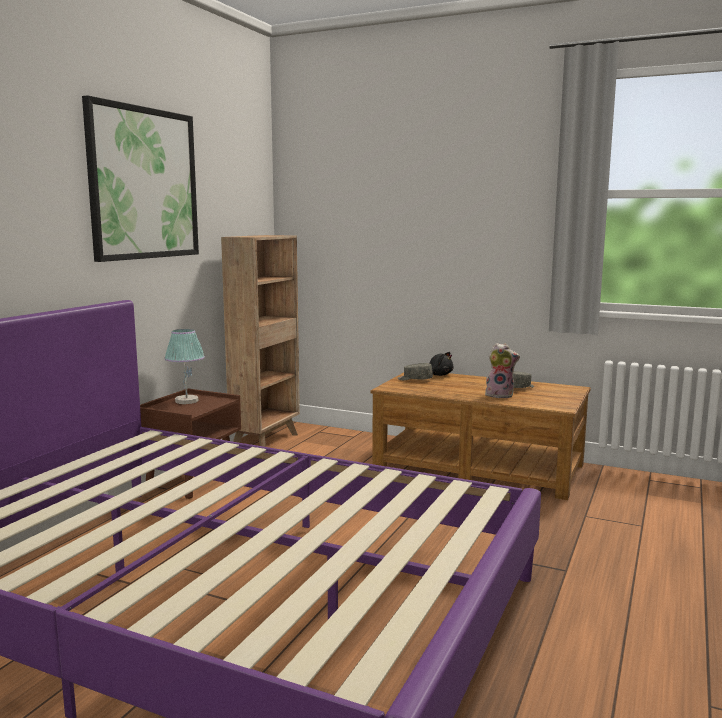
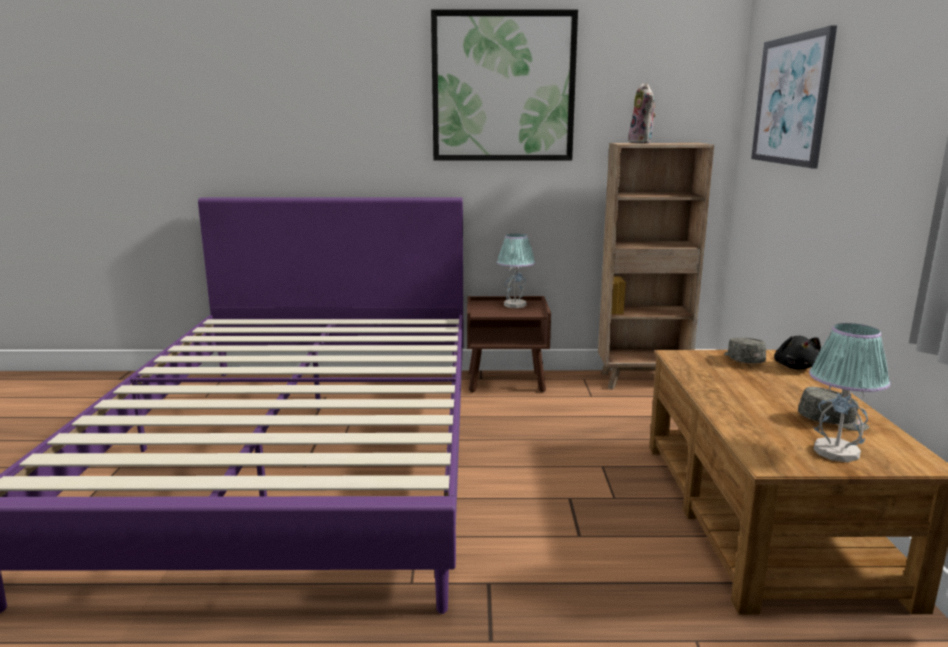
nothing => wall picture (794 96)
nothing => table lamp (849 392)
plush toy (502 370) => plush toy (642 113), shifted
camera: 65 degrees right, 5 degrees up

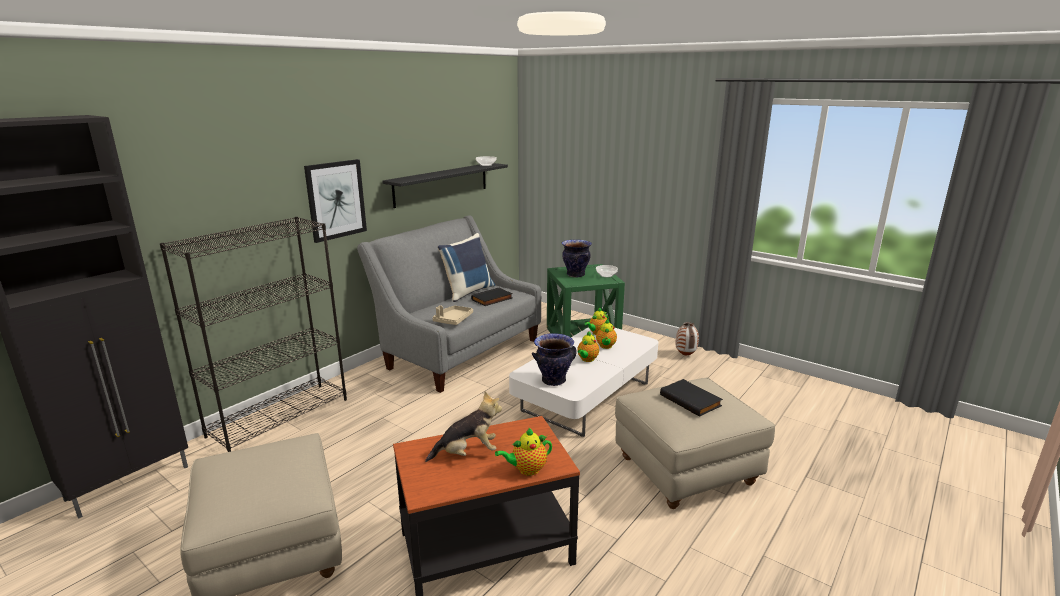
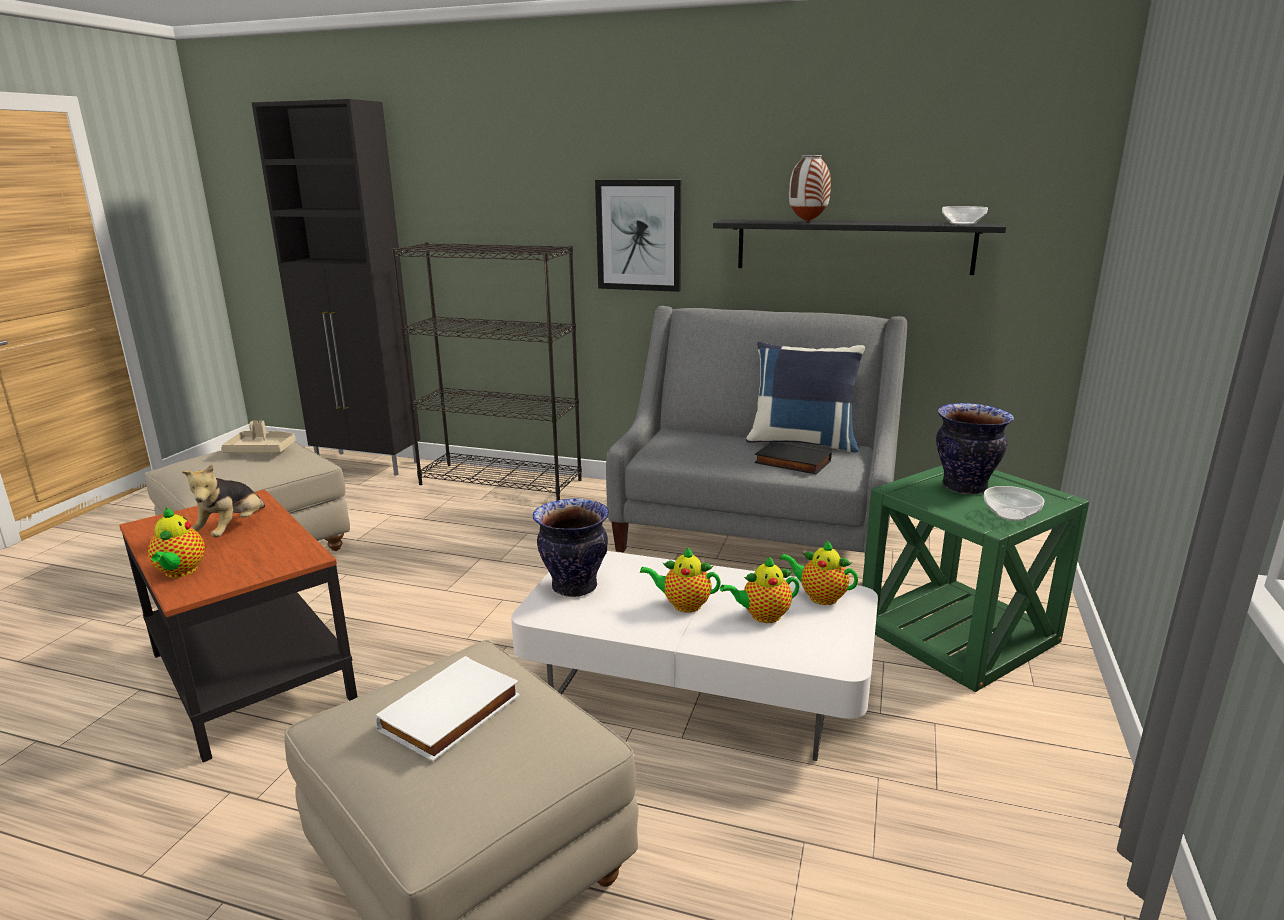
beige-coloured tray (452 315) => beige-coloured tray (258 437), shifted
decorative vase (687 339) => decorative vase (810 188), shifted
black bound book (691 398) => whitish bound book (448 708)
plush toy (463 426) => plush toy (223 501), 45 degrees clockwise
tea pot (523 452) => tea pot (176 542), 150 degrees counterclockwise
camera: 70 degrees right, 0 degrees up

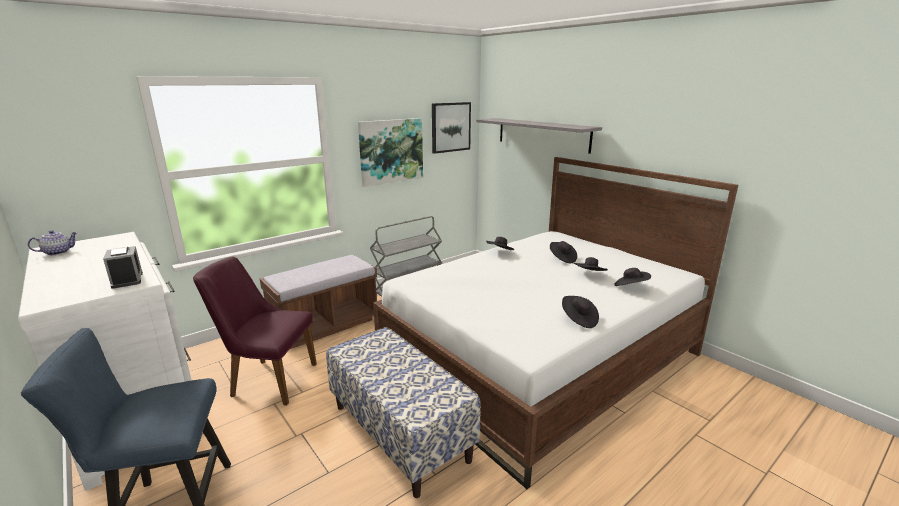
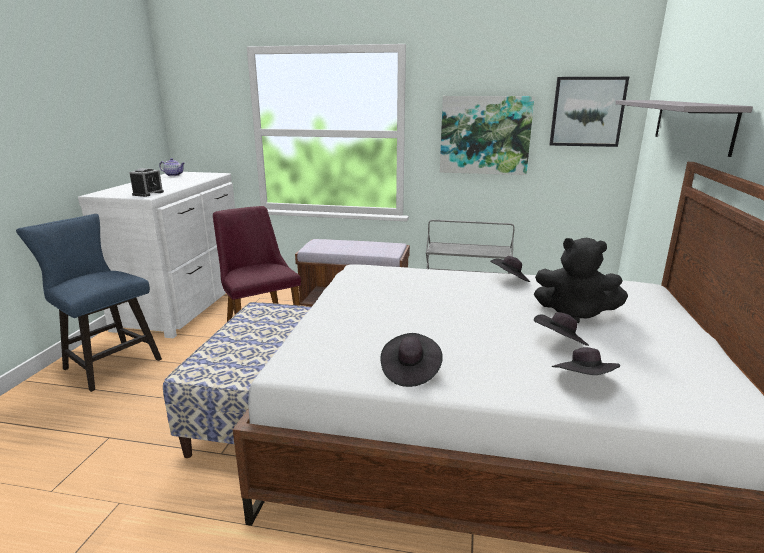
black hat (563 252) => black plush toy (581 280)
camera: 50 degrees right, 0 degrees up

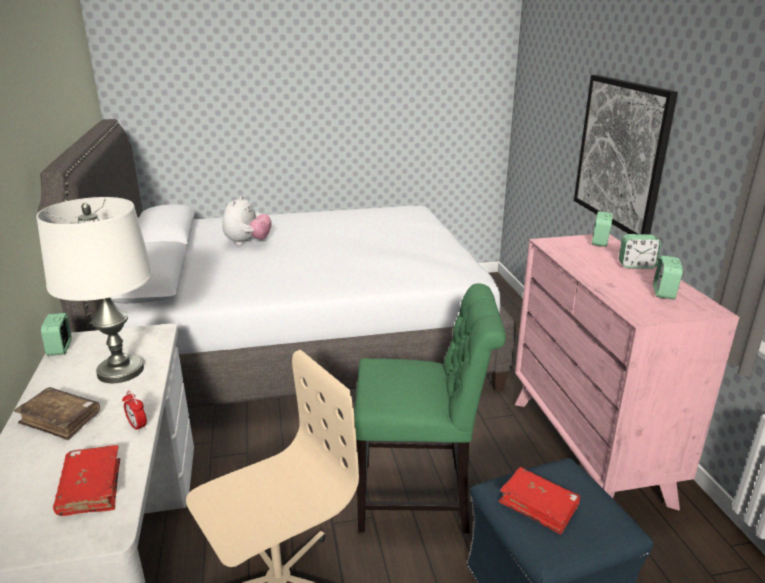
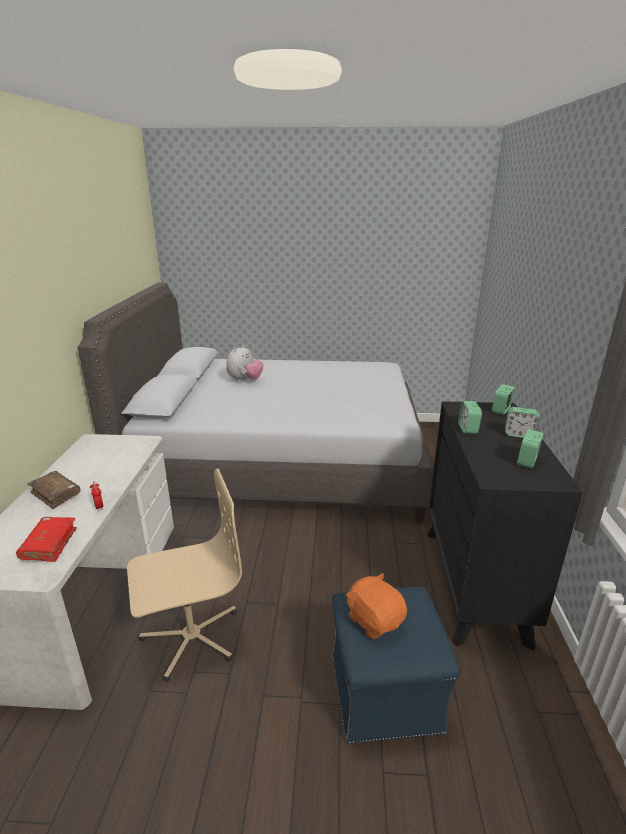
whitish table lamp (94 290) => nothing
greenish chair (430 408) => nothing
wall picture (626 154) => nothing
table clock (56 334) => table clock (470 417), shifted
red bound book (539 501) => orange-coloured plush toy (376 606)
pink-coloured dresser (627 372) => black dresser (505 526)
camera: 15 degrees right, 0 degrees up

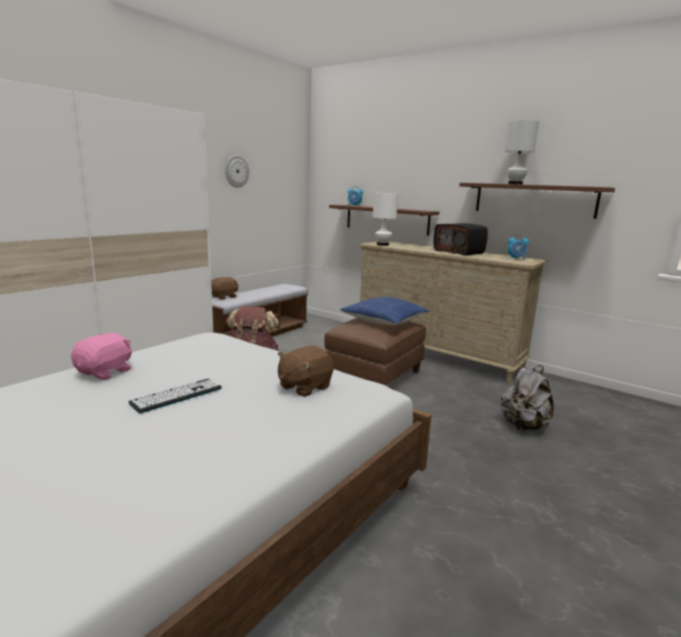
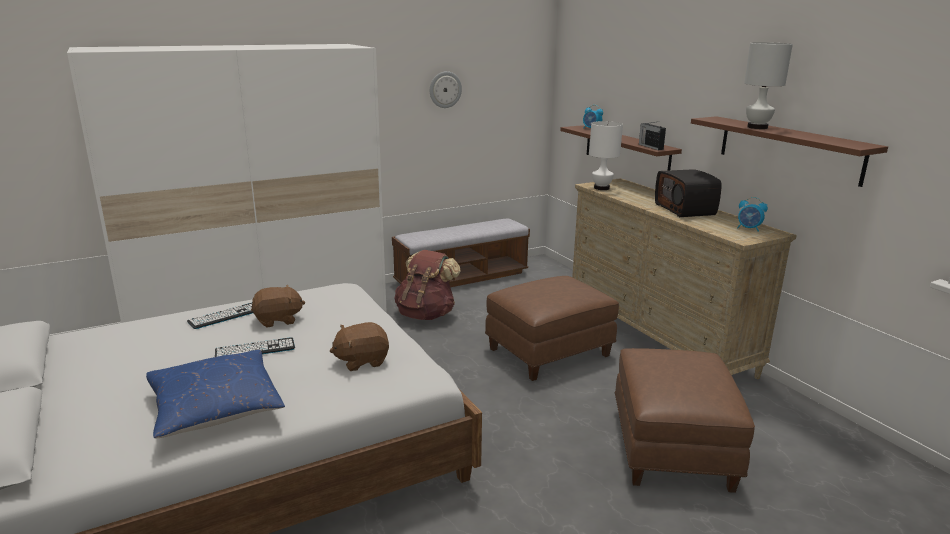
nothing => radio set (652 135)
brown-coloured plush toy (225 288) => brown-coloured plush toy (278 306), shifted
blue-coloured pillow (384 311) => blue-coloured pillow (215 394), shifted
pink-coloured plush toy (101 356) => keyboard (220 316)
gray rucksack (527 398) => brown-coloured ottoman (684 420)
camera: 25 degrees right, 5 degrees up

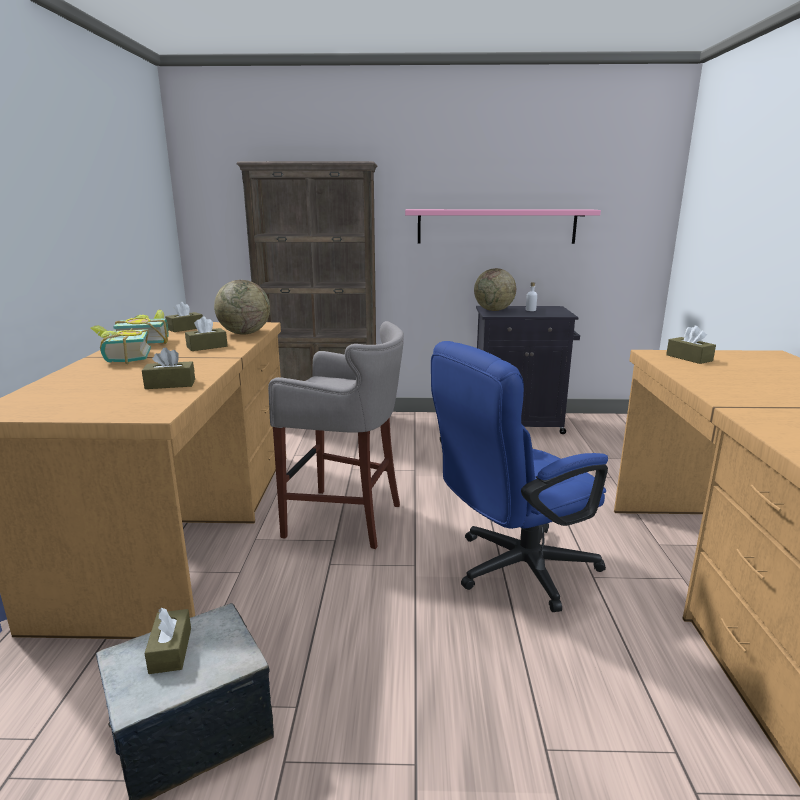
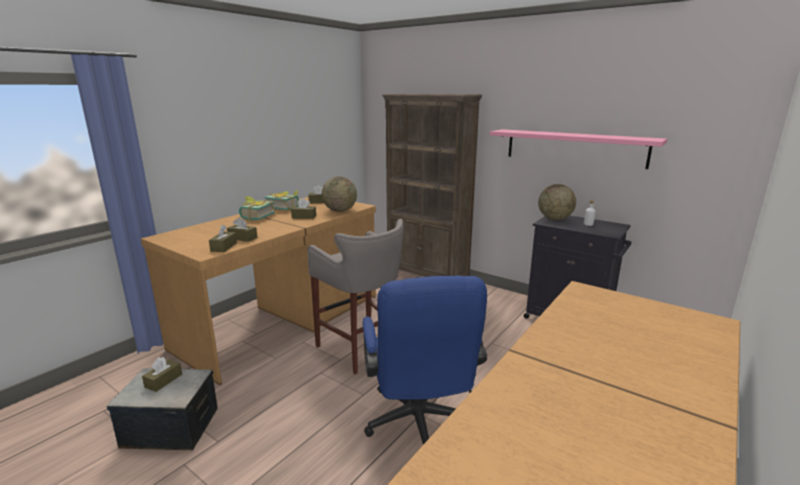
brown-coloured tissue holder (691 345) => brown-coloured tissue holder (223 238), shifted
blue-coloured desk chair (519 476) => blue-coloured desk chair (425 360), 105 degrees counterclockwise
camera: 35 degrees right, 0 degrees up

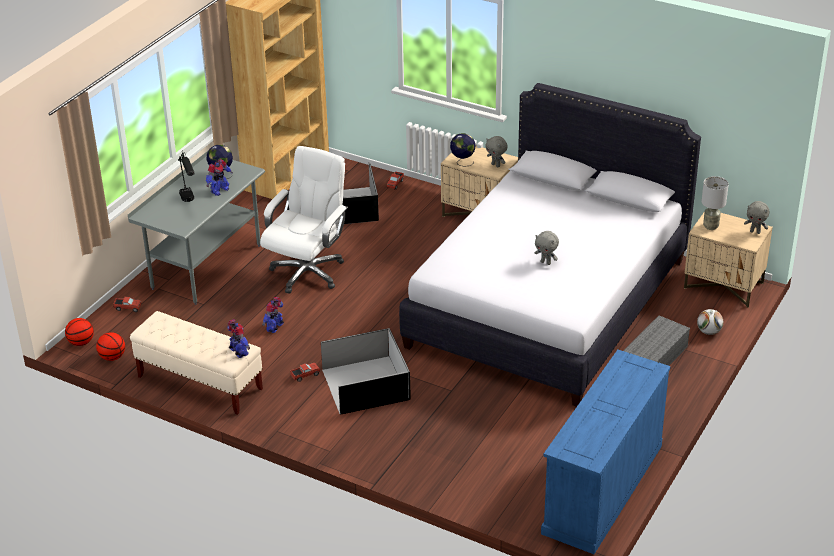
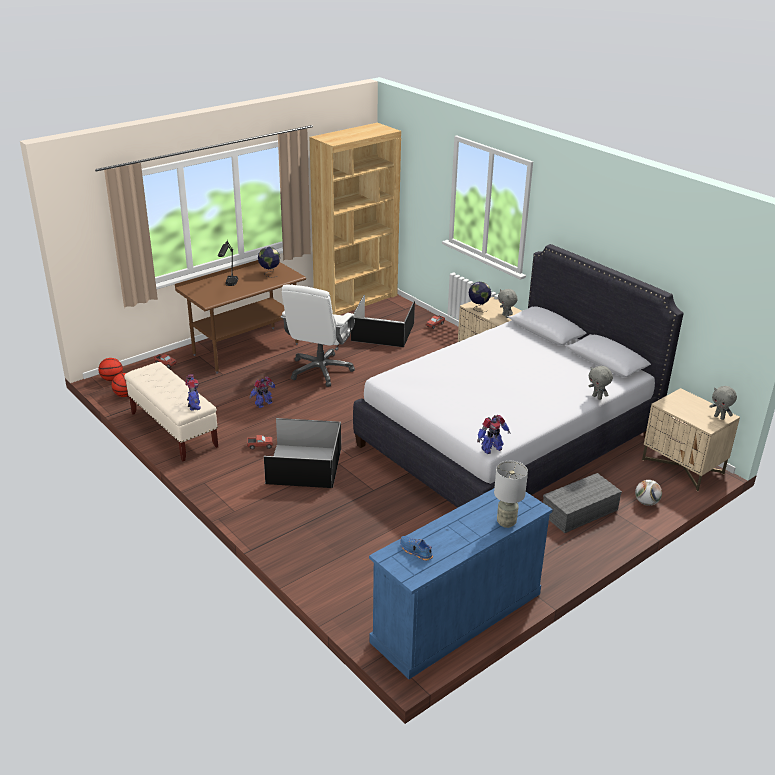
nothing => blue-coloured shoe (416 548)
model robot (219 177) => model robot (493 434), shifted
gray plush toy (547 248) => gray plush toy (601 383), shifted
gray table lamp (715 203) => gray table lamp (511 494), shifted
gray desk (196 227) => brown-coloured desk (240 317)
whitish desk chair (304 219) => whitish desk chair (318 335), 150 degrees clockwise
camera: 20 degrees right, 5 degrees down

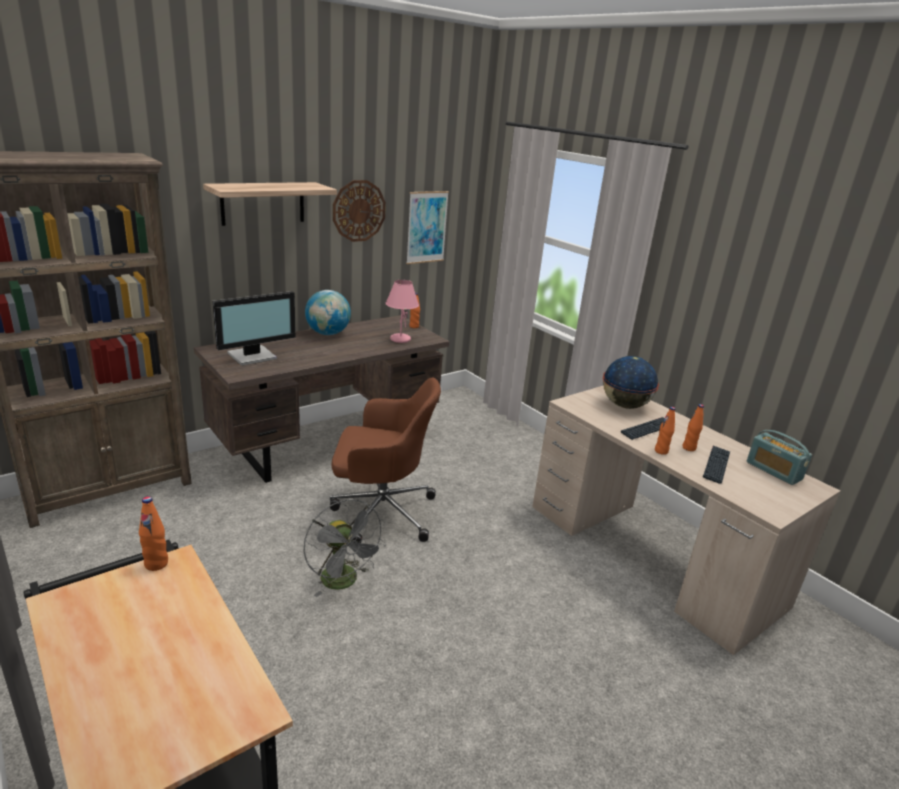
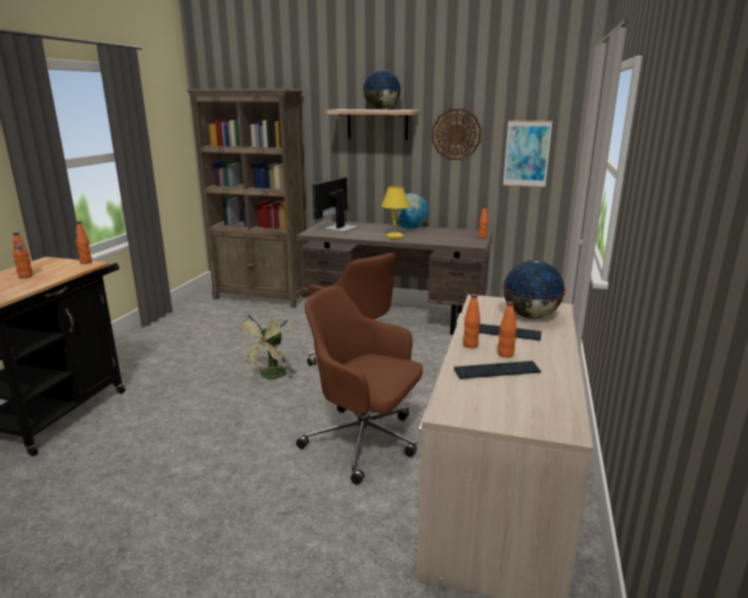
pink-coloured table lamp (402 311) => nothing
radio set (779 457) => nothing
nothing => orange-coloured bottle (23 255)
nothing => brown-coloured desk chair (359 385)
nothing => globe (382 90)
nothing => yellow-coloured table lamp (395 212)
gray cooling fan (344 548) => greenish cooling fan (265 344)
monitor (254 328) => monitor (335 205), 105 degrees clockwise
camera: 55 degrees right, 5 degrees down

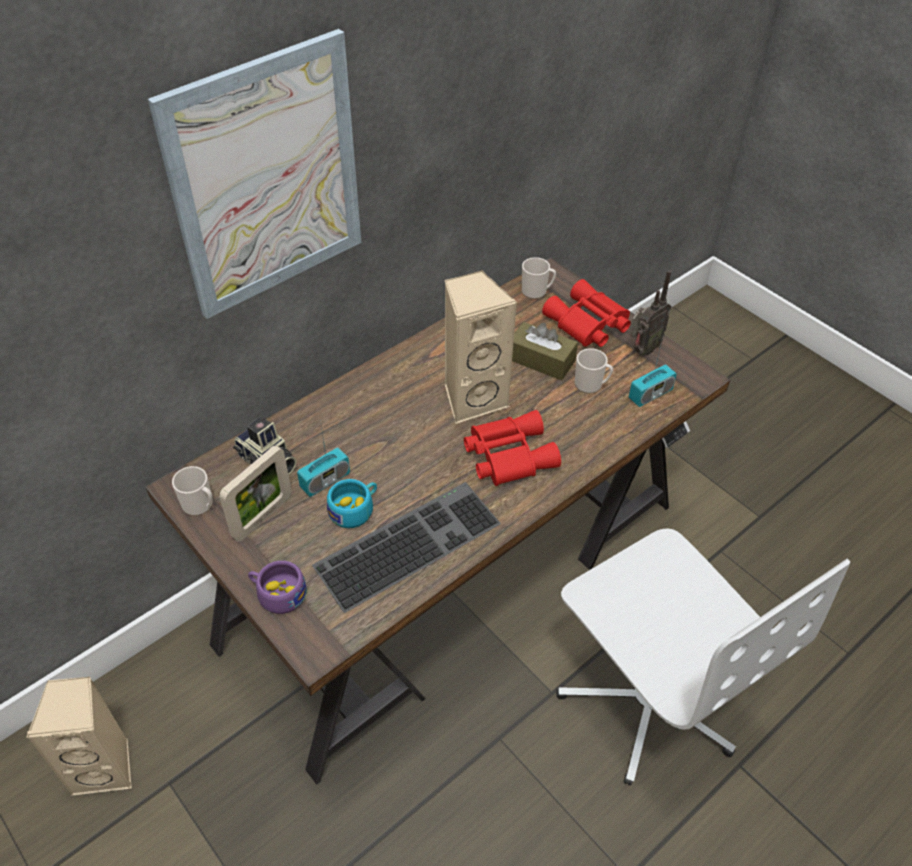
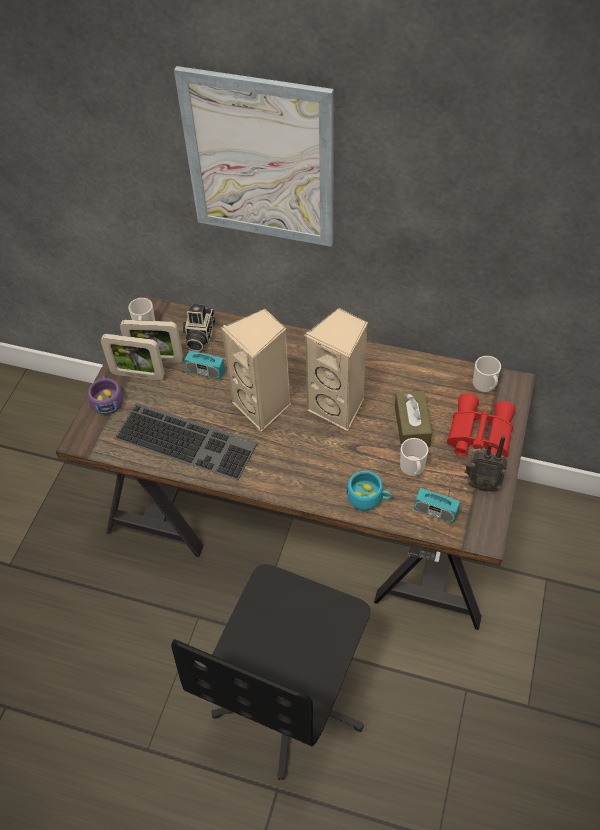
red binoculars (512 448) => nothing
nothing => picture frame (133 357)
beige-coloured speaker (79 736) => beige-coloured speaker (256 370), shifted
turquoise small cup (352 503) => turquoise small cup (369 491), shifted
whitish desk chair (703 657) => black desk chair (271 672)
camera: 60 degrees right, 5 degrees up

